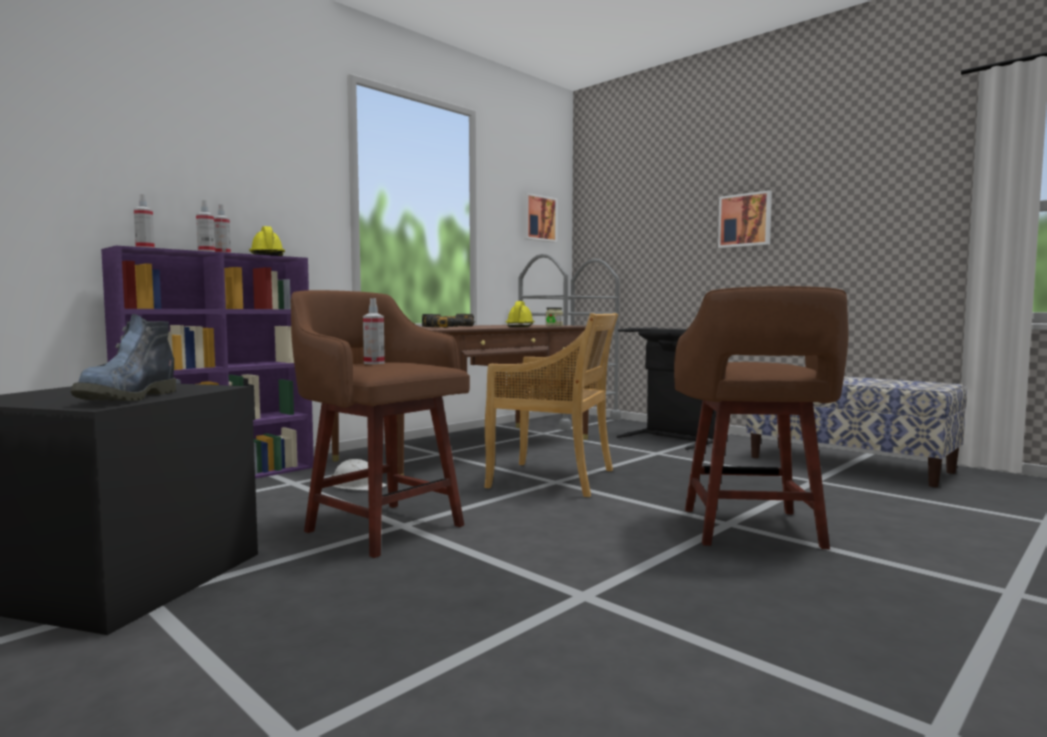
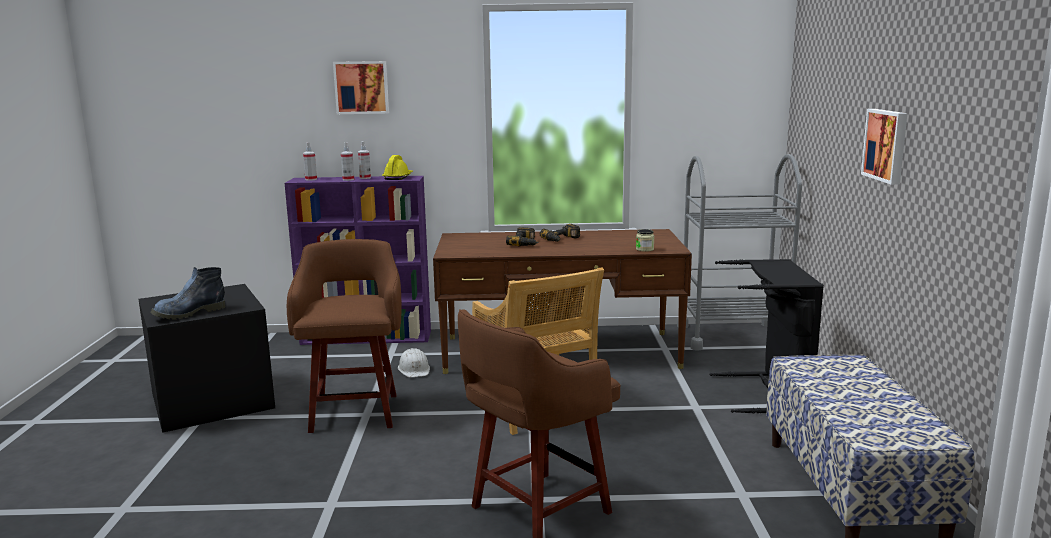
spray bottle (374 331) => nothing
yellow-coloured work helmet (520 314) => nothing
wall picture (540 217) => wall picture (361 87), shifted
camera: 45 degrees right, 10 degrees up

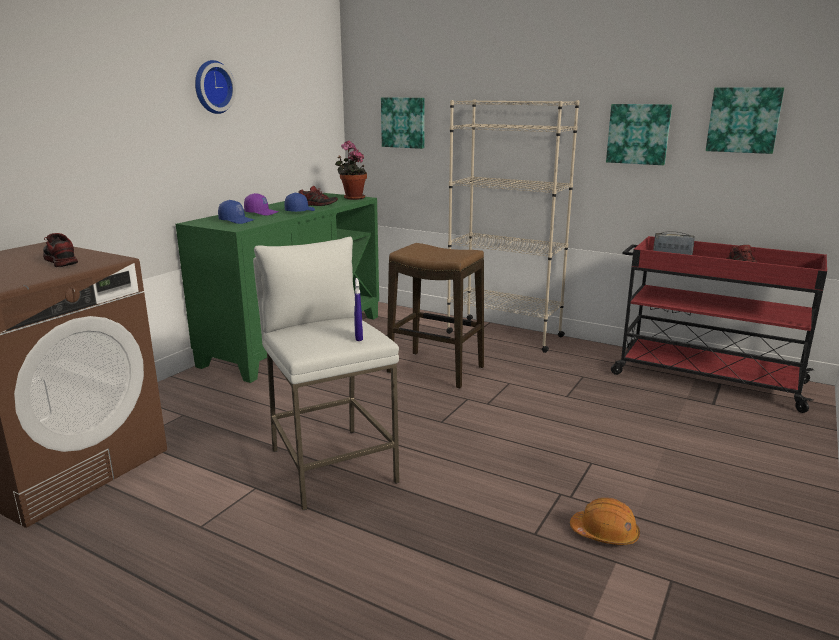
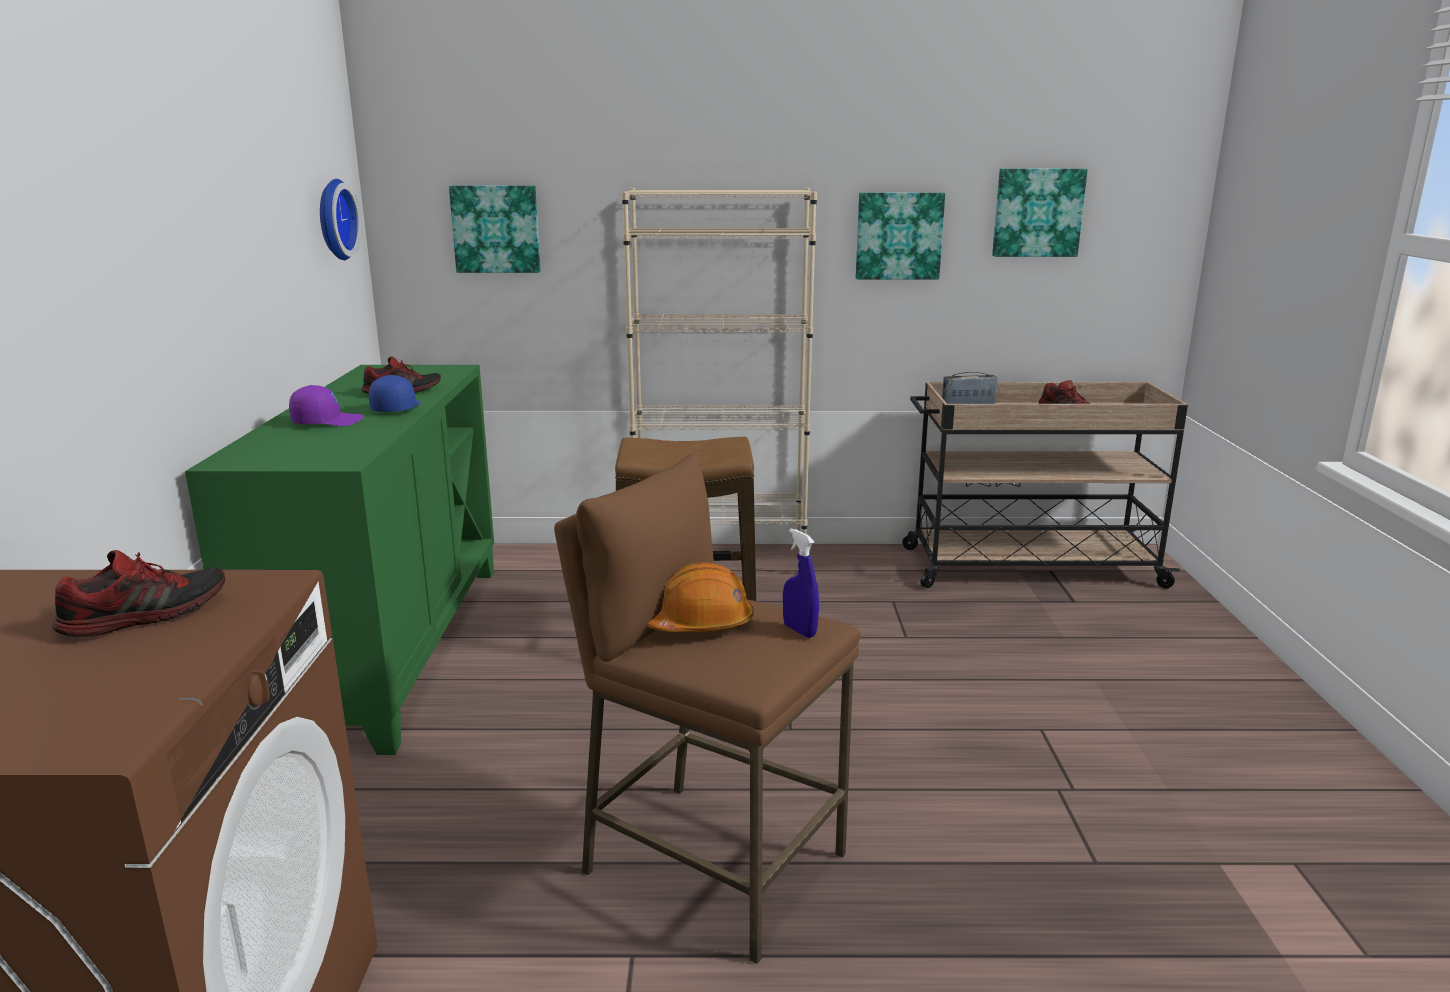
blue-coloured cap (236 212) => nothing
plant in a pot (351 170) => nothing
clock on the wall (215 87) => clock on the wall (340 219), shifted
orange-coloured work helmet (605 521) => orange-coloured work helmet (700 597), shifted
whitish stool (326 373) => brown-coloured stool (707 708)
red cart (719 324) => beige-coloured cart (1045 485)
shoe (60 250) => shoe (138 593), 120 degrees clockwise
camera: 30 degrees left, 0 degrees up

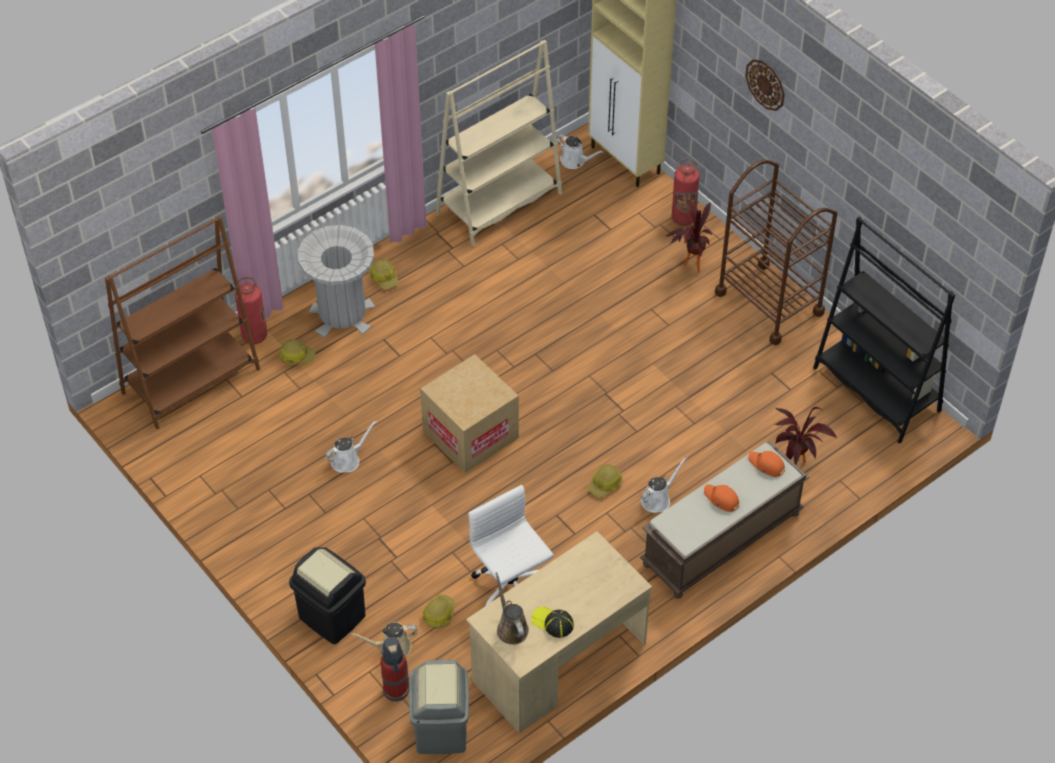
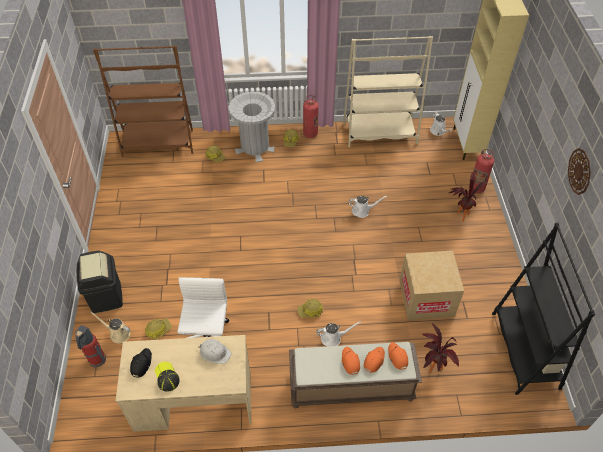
gray rubbish bin (439 707) => nothing
brown-coloured cart (776 252) => nothing
nothing => whitish work helmet (214 351)
nothing => orange-coloured cap (374 360)
fire extinguisher (251 310) => fire extinguisher (311 116), shifted
whitish watering can (351 446) => whitish watering can (367 207), shifted
packing box (469 413) => packing box (432 285), shifted
clock on the wall (765 85) => clock on the wall (579 171), shifted
brown-coloured watering can (512 608) => black cap (141 363)
camera: 35 degrees right, 0 degrees up

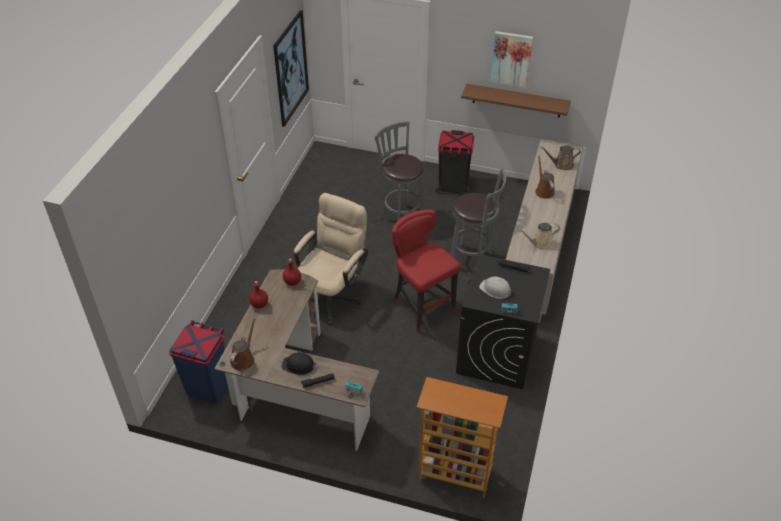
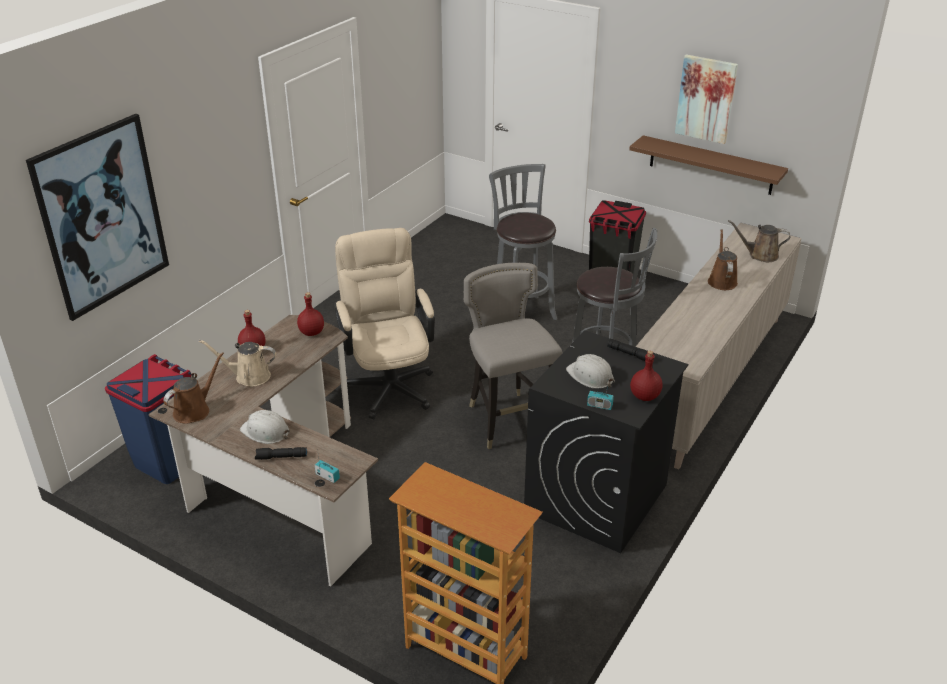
nothing => red bottle (646 376)
wall picture (291 68) => wall picture (97 217), shifted
beige-coloured watering can (538 236) => beige-coloured watering can (237 363), shifted
black work helmet (299 363) => whitish work helmet (265 427)
red stool (426 271) => gray stool (513 356)
beige-coloured desk chair (331 259) => beige-coloured desk chair (384 323), 60 degrees counterclockwise
camera: 15 degrees right, 10 degrees down

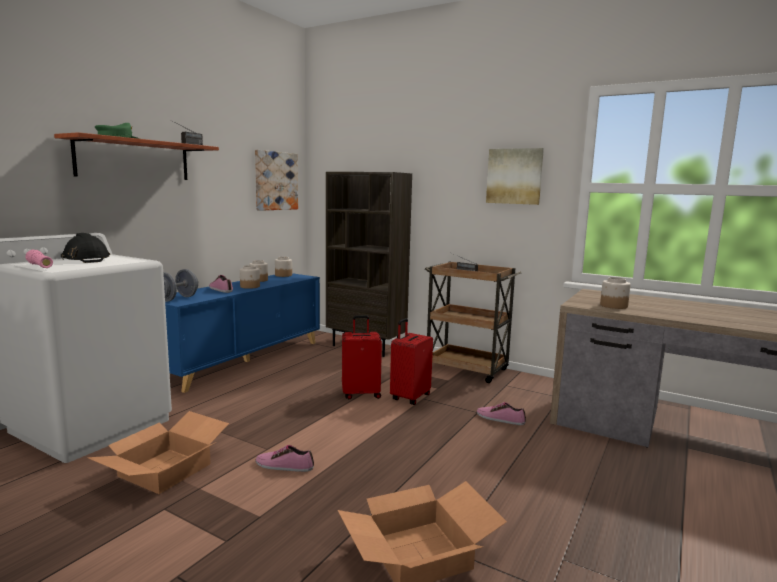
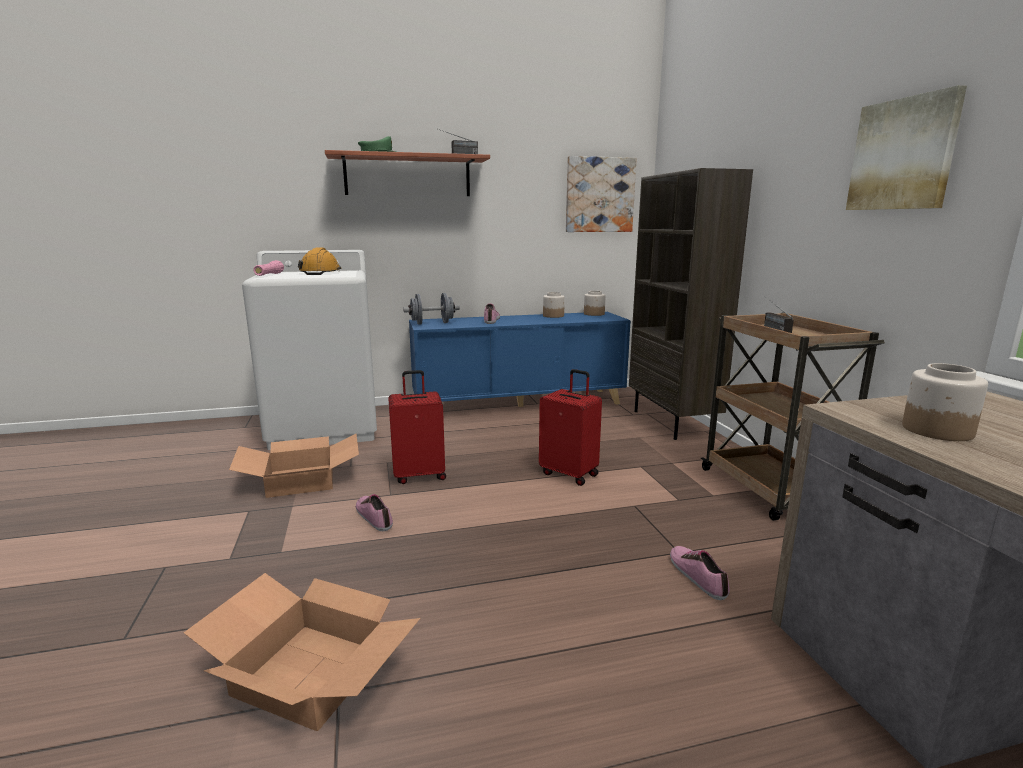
preserve jar (250 277) => nothing
red suitcase (411 361) => red suitcase (417 427), shifted
black work helmet (85 248) => orange-coloured work helmet (319 261)
camera: 45 degrees right, 5 degrees up

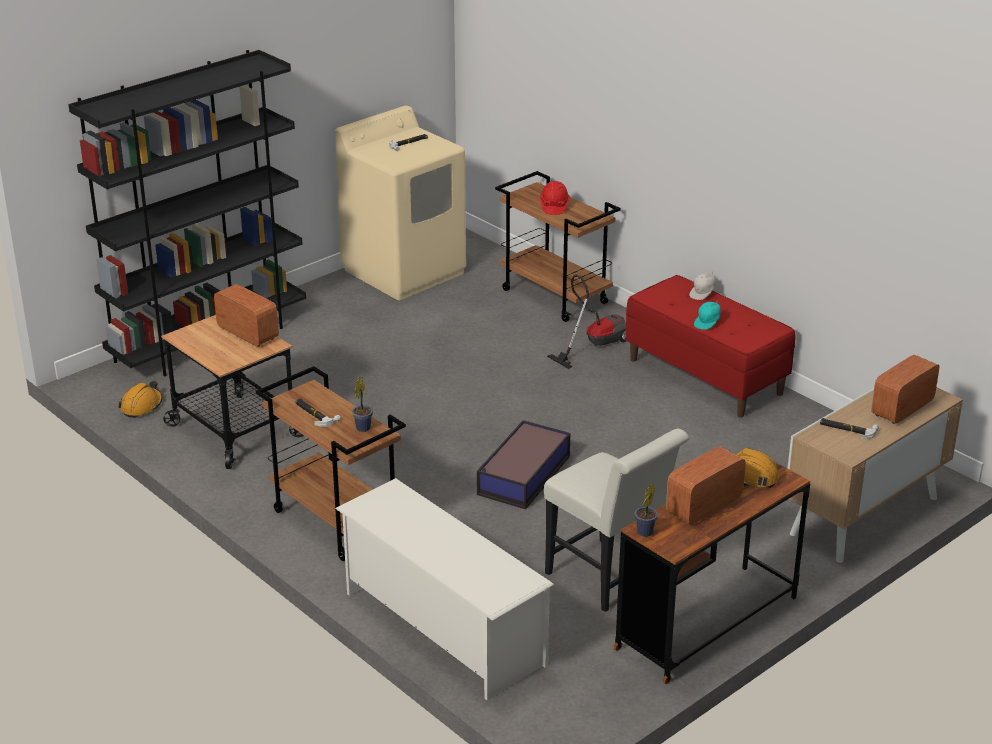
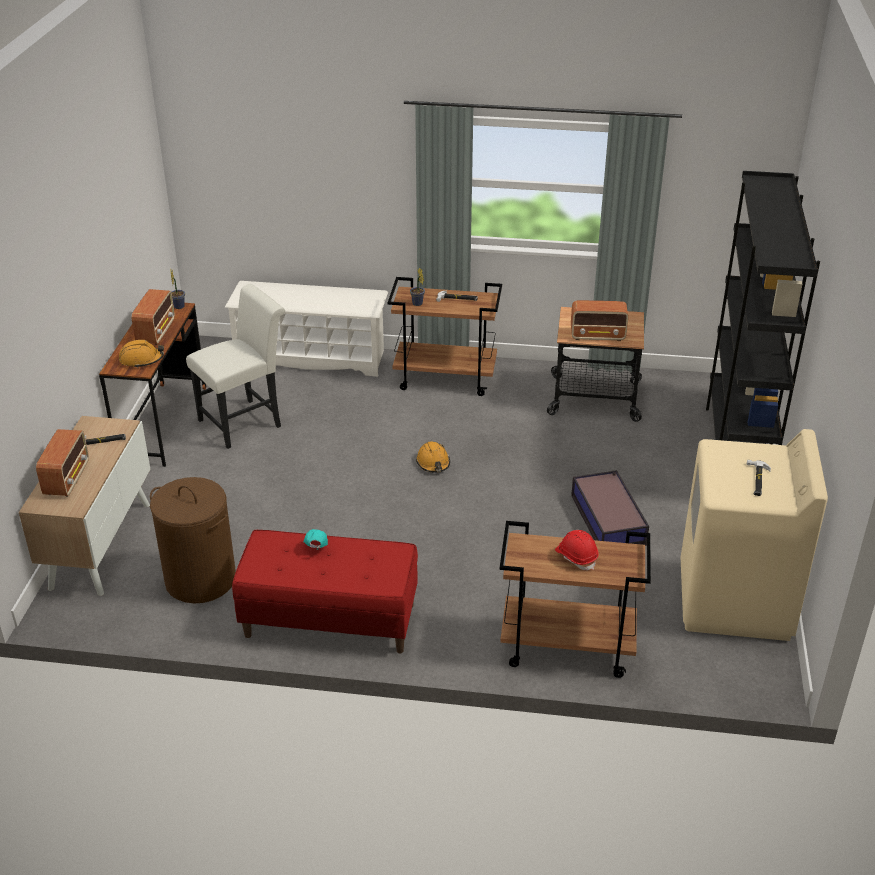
vacuum cleaner (586 322) => nothing
whitish cap (702 286) => nothing
nothing => brown-coloured washing basket (193 540)
orange-coloured work helmet (140 399) => orange-coloured work helmet (433 456), shifted
storage bin (523 464) => storage bin (610 508), shifted
whitish chair (616 520) => whitish chair (235 366), 135 degrees clockwise
camera: 140 degrees right, 5 degrees up

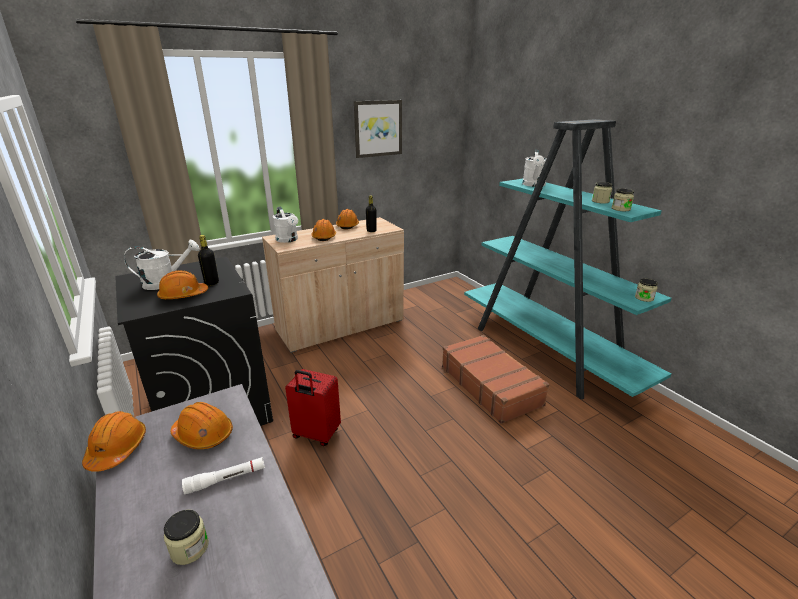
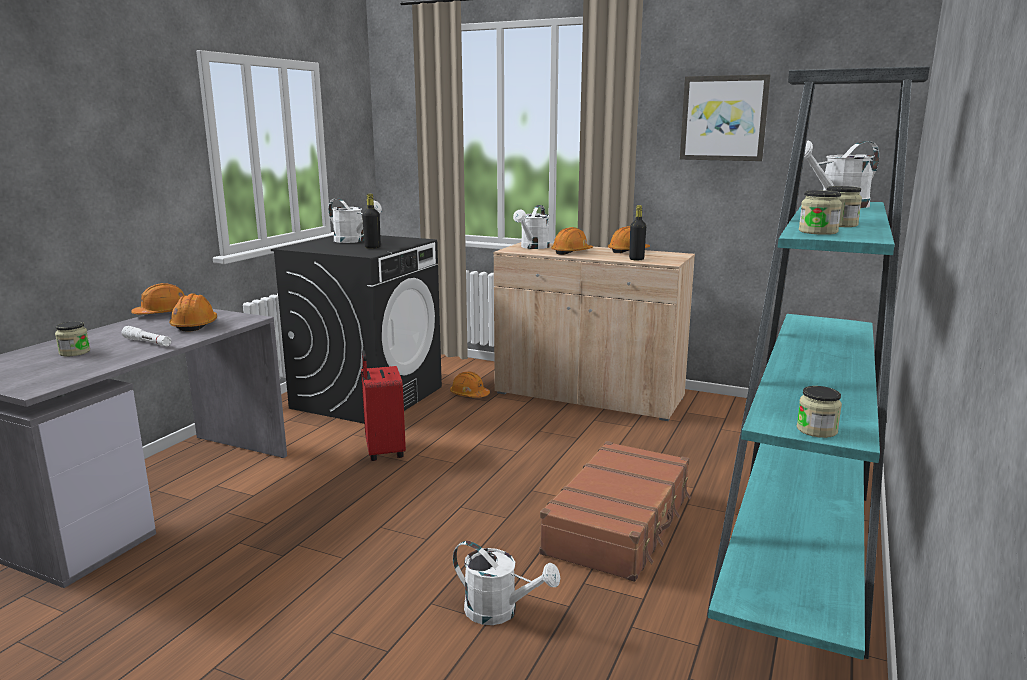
nothing => whitish watering can (506 583)
orange-coloured work helmet (182 285) => orange-coloured work helmet (470 384), shifted
camera: 55 degrees right, 10 degrees down

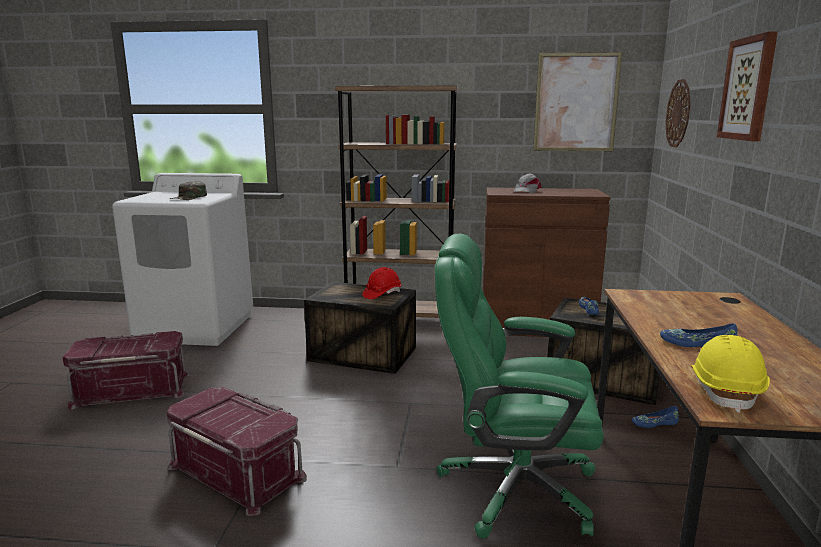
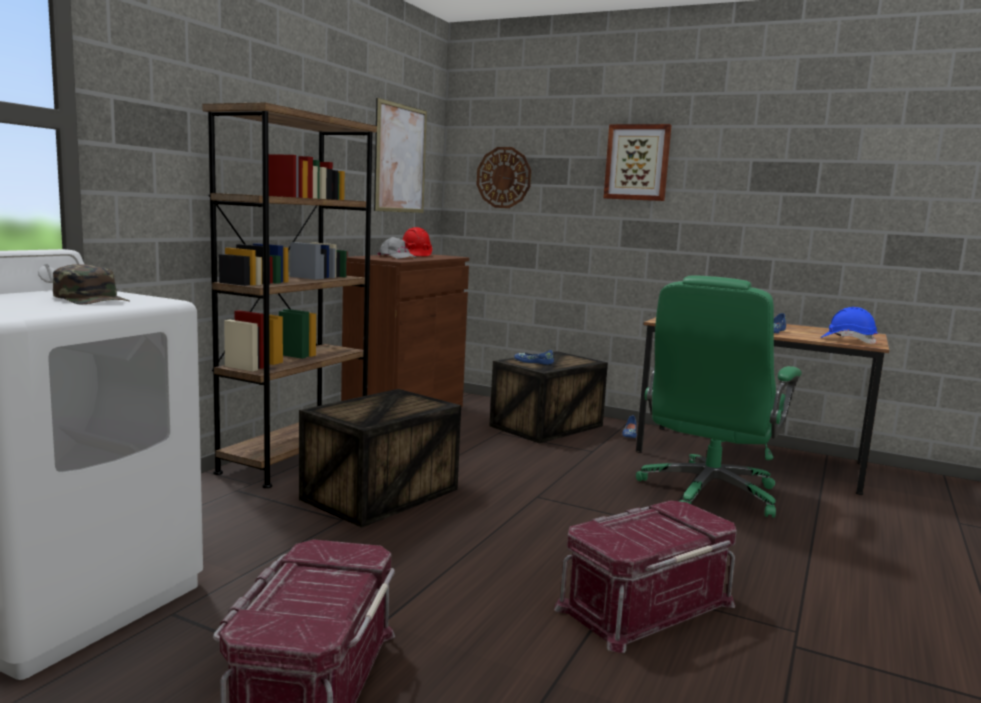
red work helmet (381 283) => red work helmet (417 241), shifted
yellow-coloured work helmet (730 374) => blue-coloured work helmet (849 325)
camera: 70 degrees left, 5 degrees down

